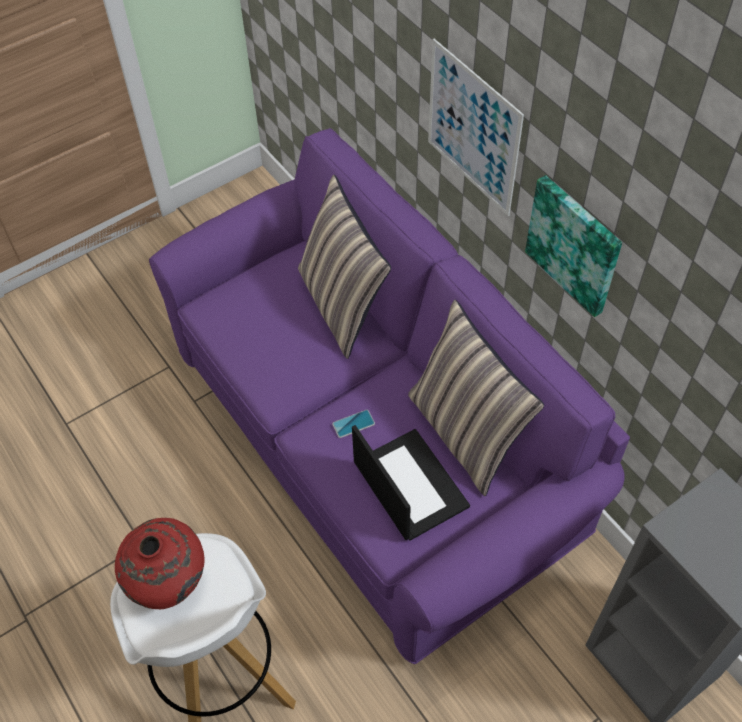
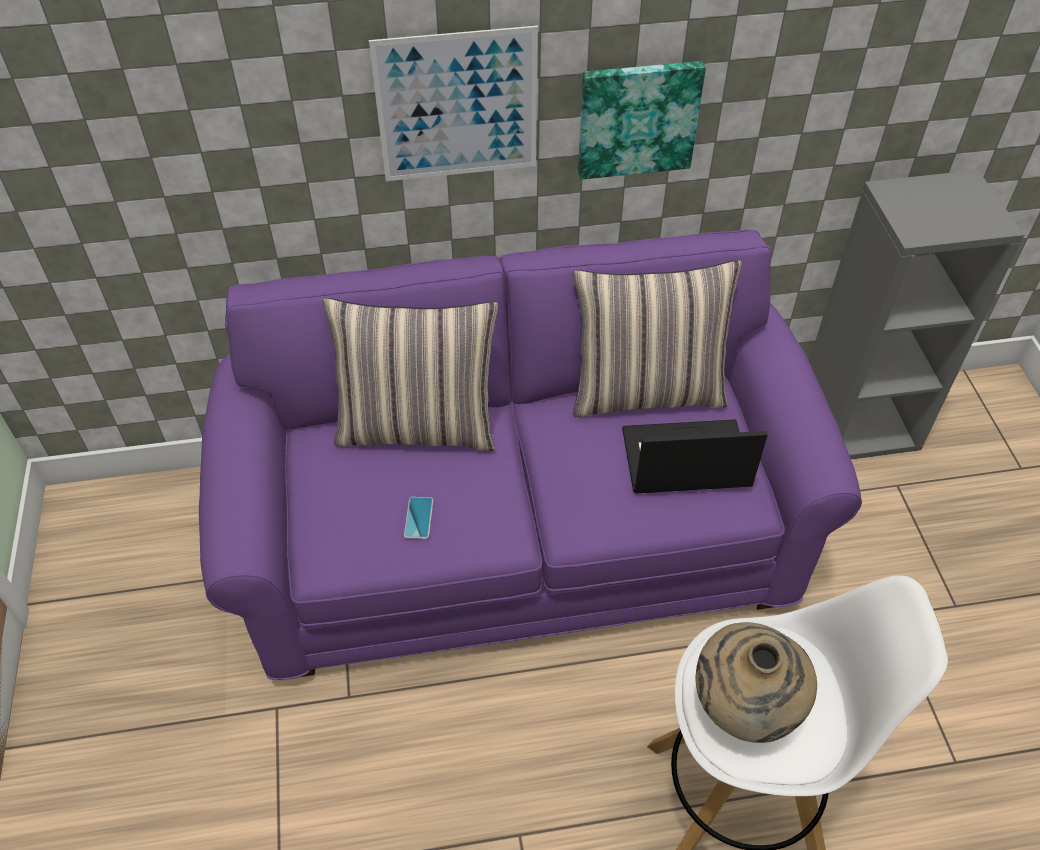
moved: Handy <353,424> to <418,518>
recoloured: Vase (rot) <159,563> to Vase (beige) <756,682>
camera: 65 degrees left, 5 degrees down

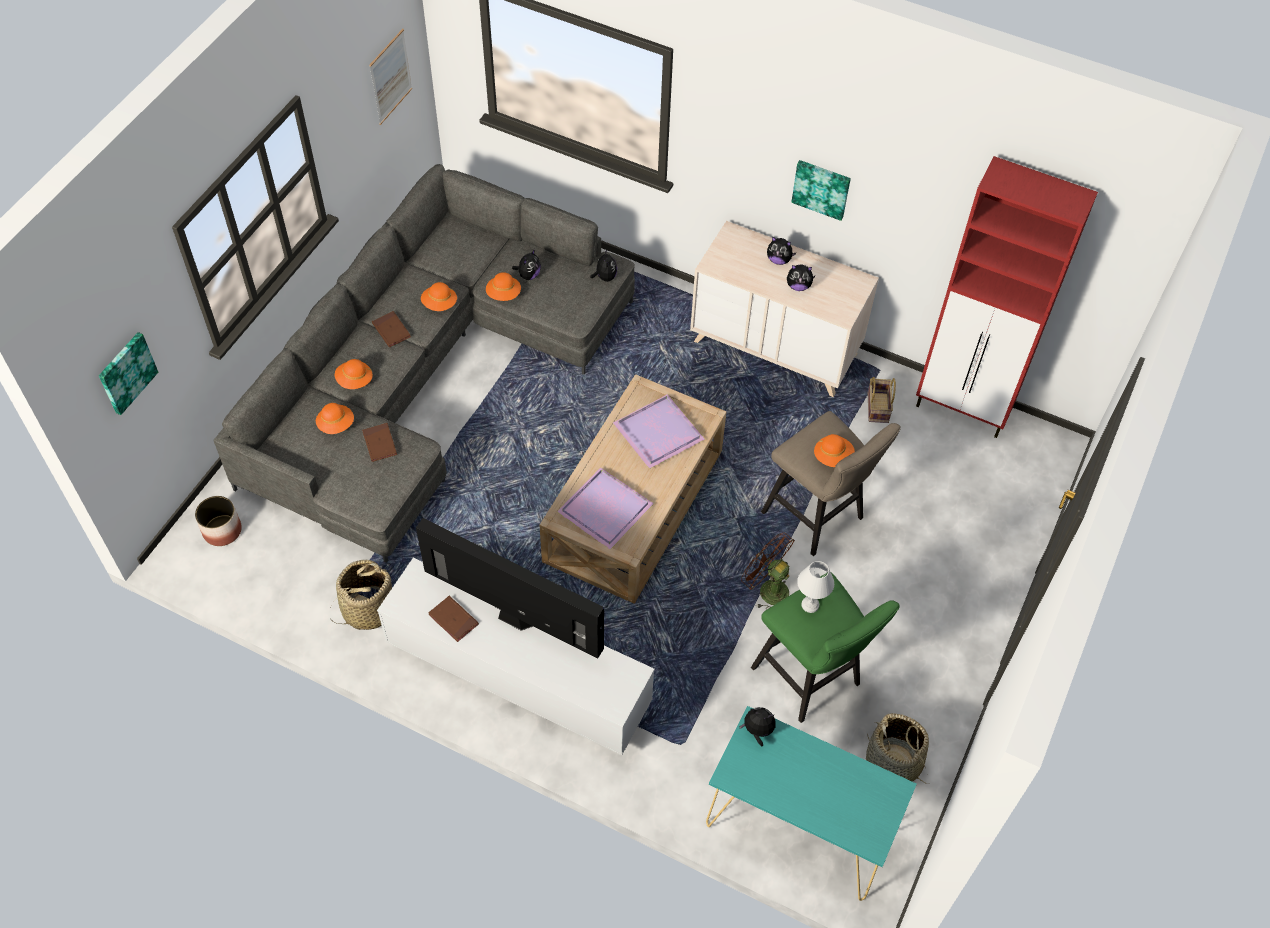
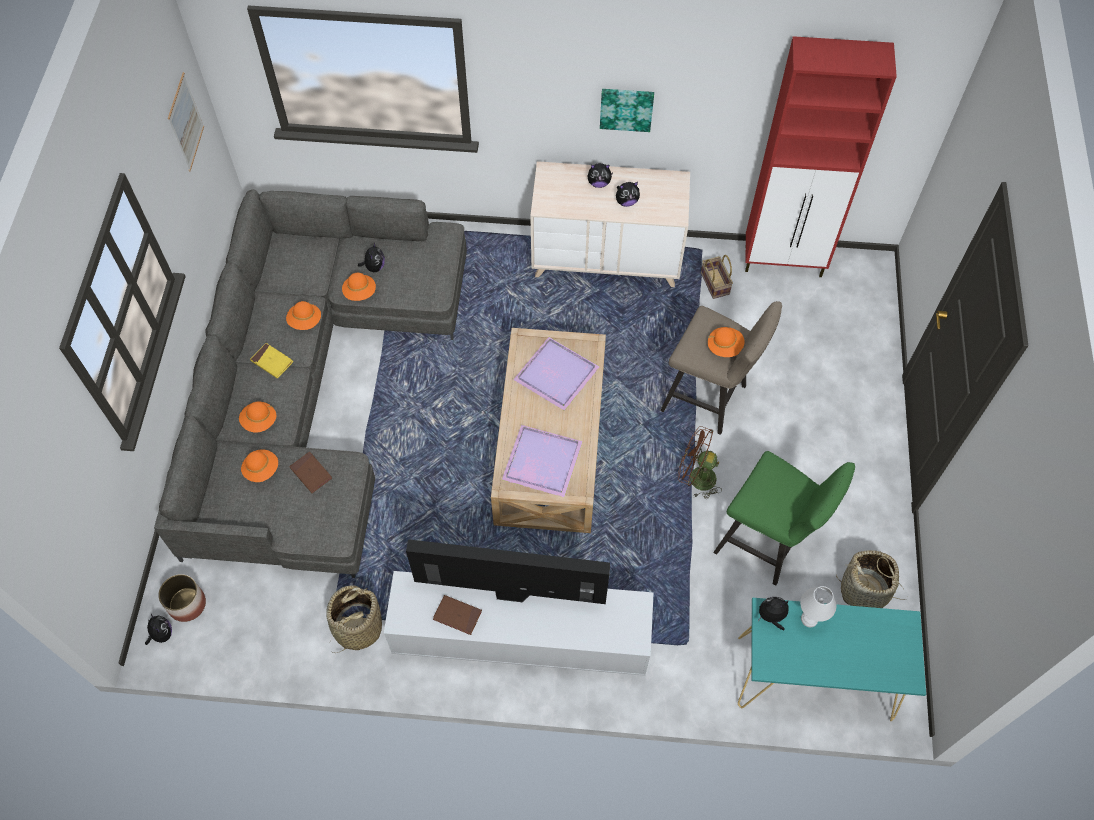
removed: Bild <128,373>
moved: Plüschtier <603,265> to <158,629>; Tischlampe (weiß) <815,587> to <818,606>
recoloured: Buch (braun) <391,329> to Buch (gelb) <271,361>
camera: 20 degrees left, 5 degrees up

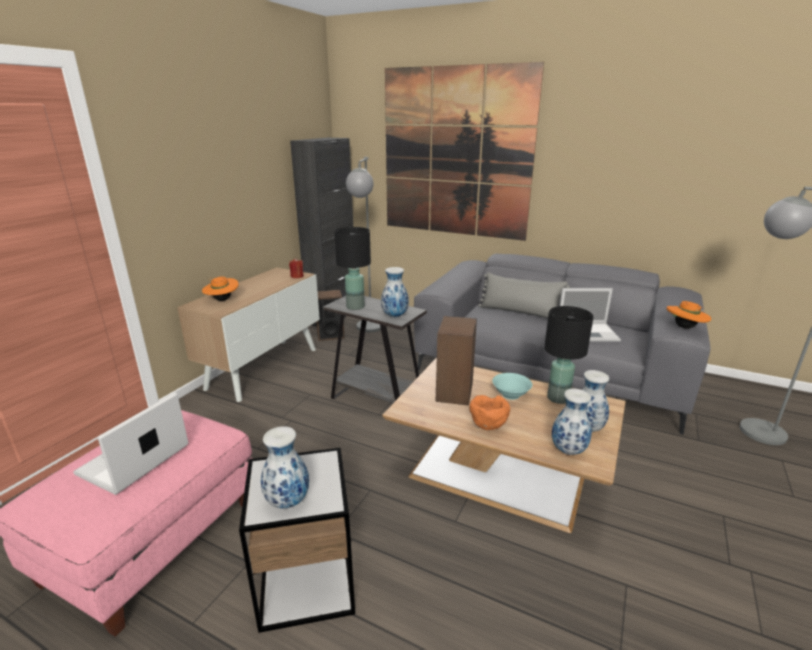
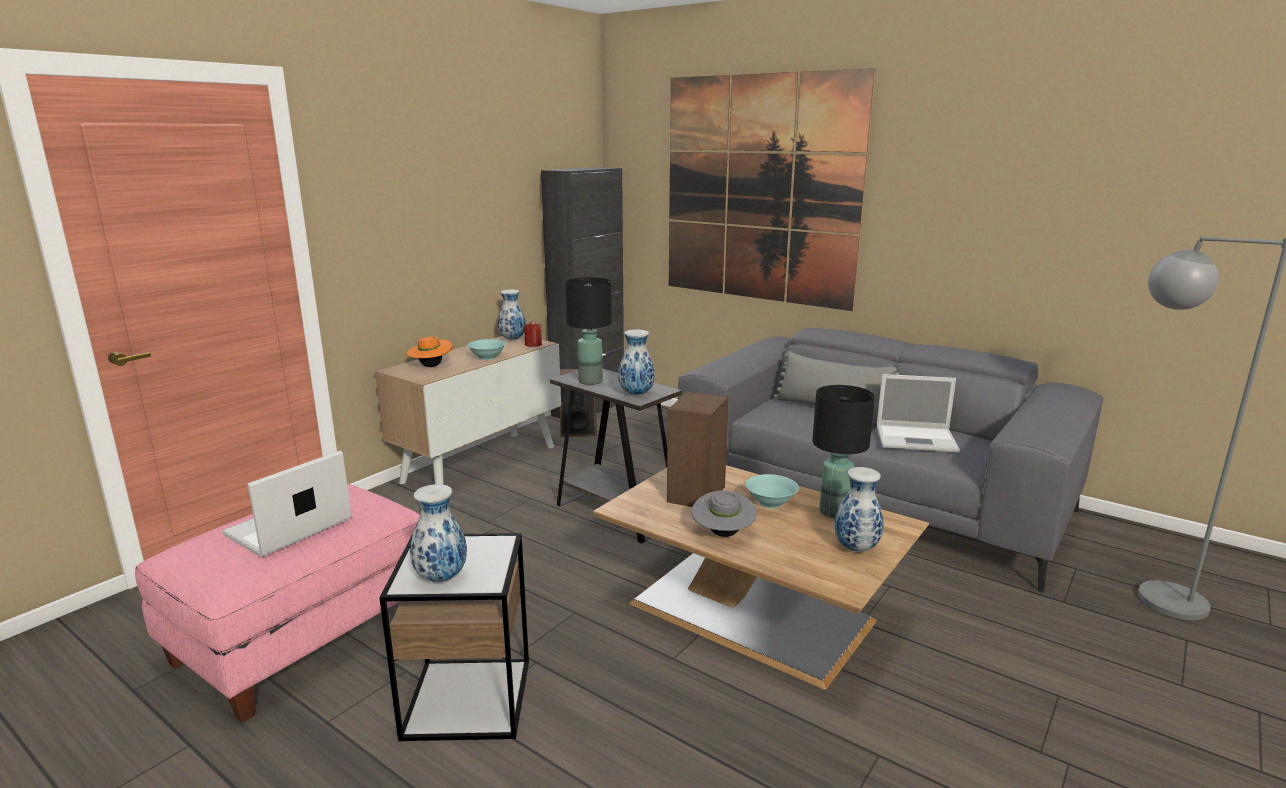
removed: Stehlampe (grau) <363,244>; Hut (orange) <688,315>
added: Schüssel (türkis) <486,349>
moved: Vase <572,422> to <512,315>
replaced: Schüssel (orange) <489,412> to Hut (grau) <724,513>
camera: 10 degrees right, 5 degrees down

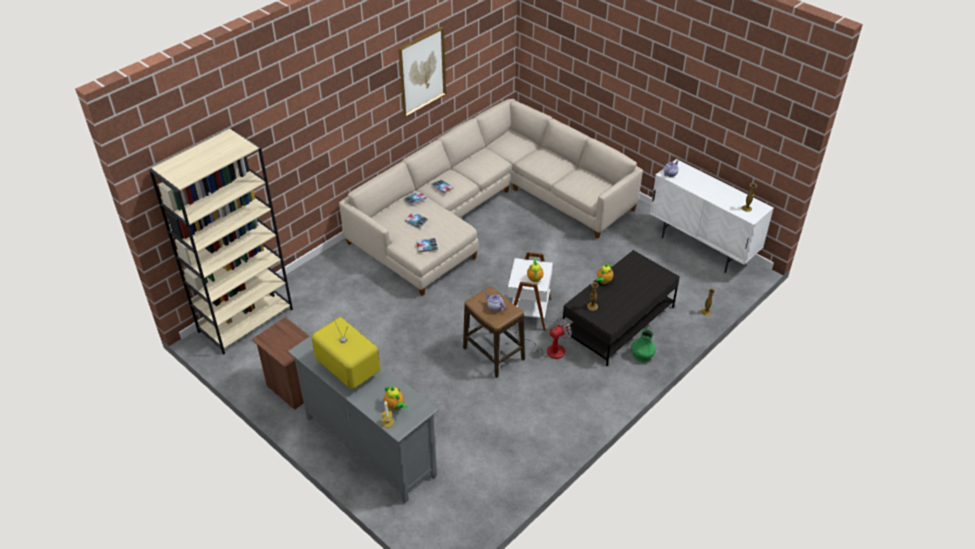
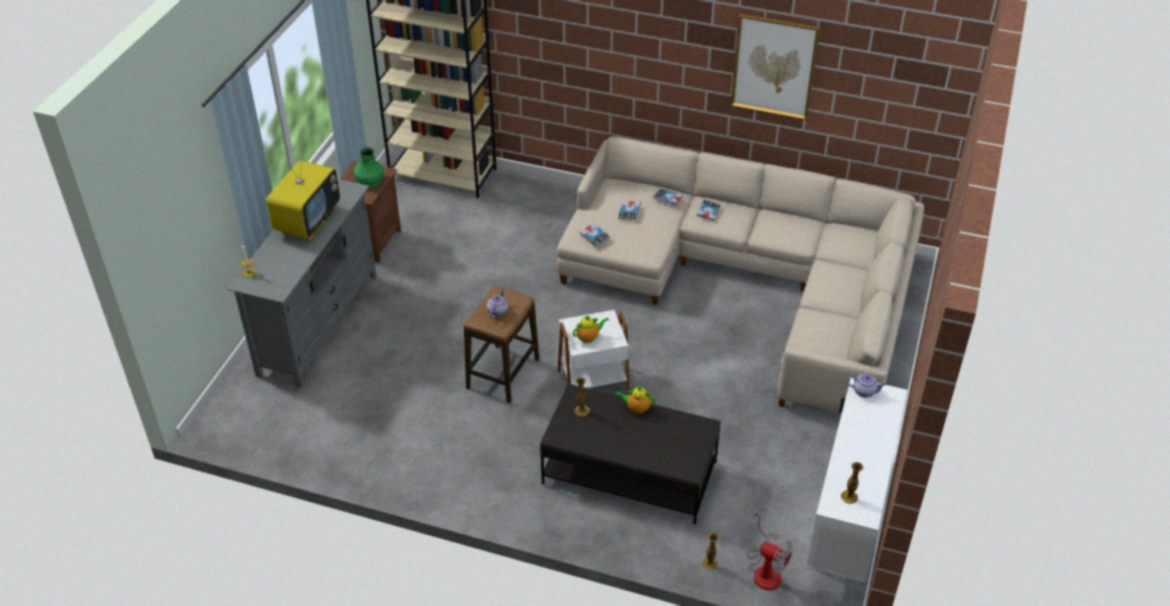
removed: Teekanne <395,398>
moved: Ventilator <543,338> to <770,549>; Vase (grün) <643,345> to <368,168>
camera: 65 degrees right, 0 degrees up

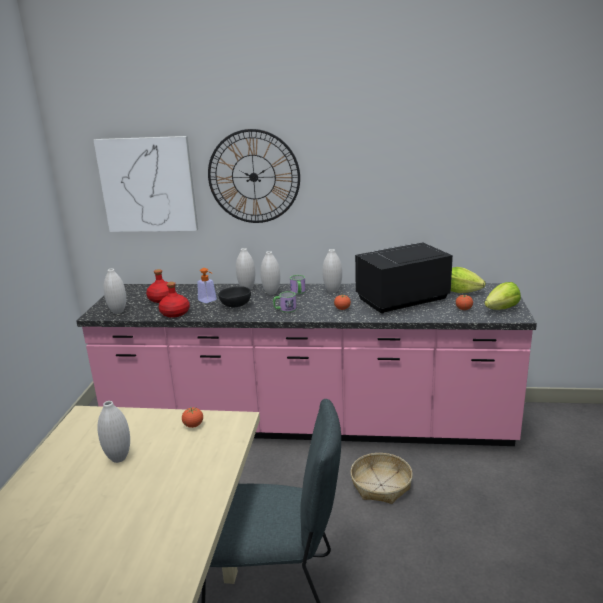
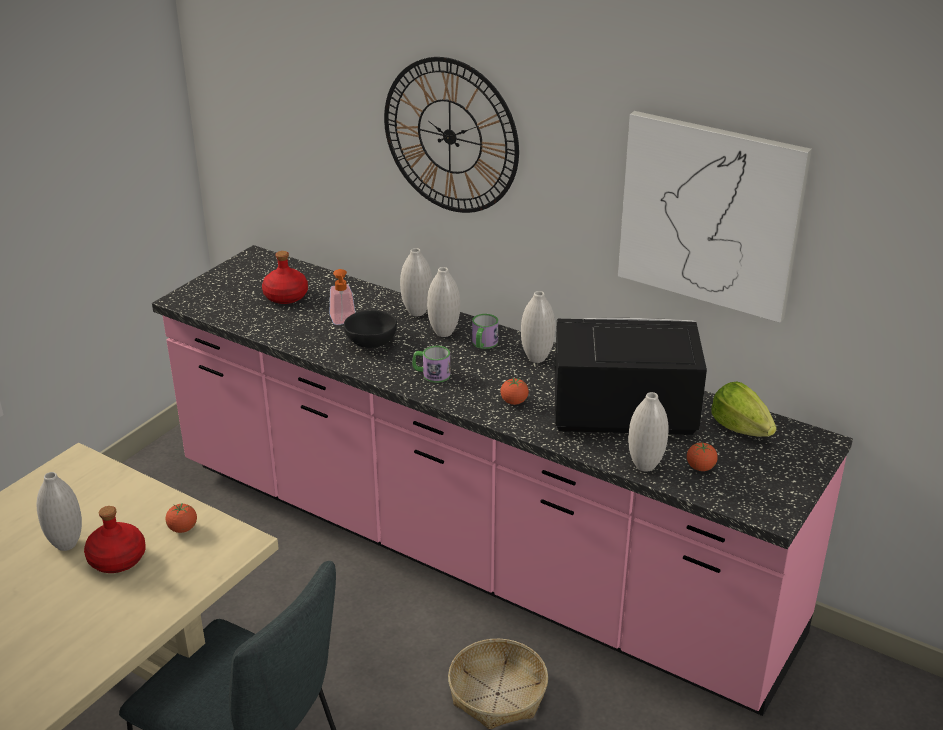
removed: Salatkopf <502,296>
moved: Bild <145,184> to <715,217>; Vase (weiß) <114,291> to <648,432>; Flasche (rot) <174,300> to <115,539>
camera: 25 degrees right, 10 degrees up

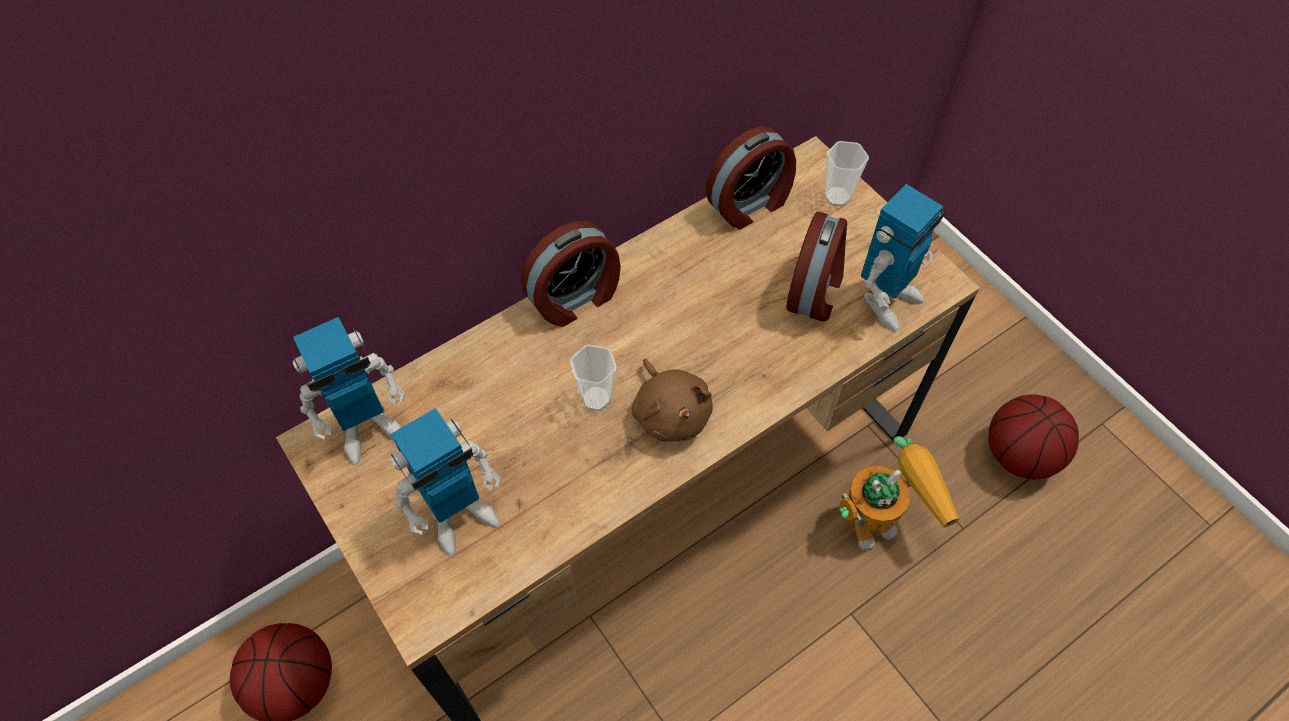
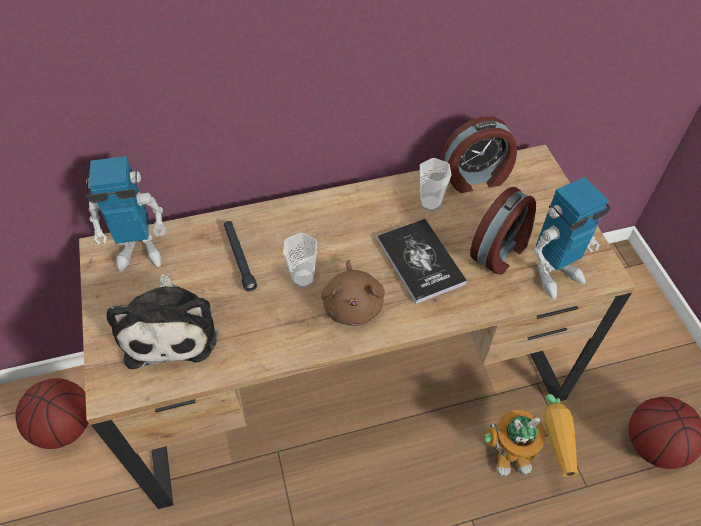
removed: Wecker <571,274>
added: Taschenlampe (schwarz) <240,256>; Buch <422,261>
moved: Tasse <847,173> to <436,184>
replaced: Spielzeugroboter <445,482> to Plüschtier <161,321>
camera: 20 degrees right, 5 degrees down

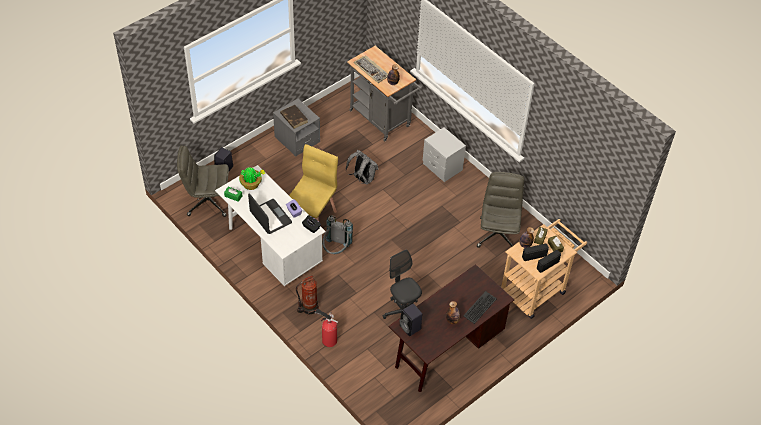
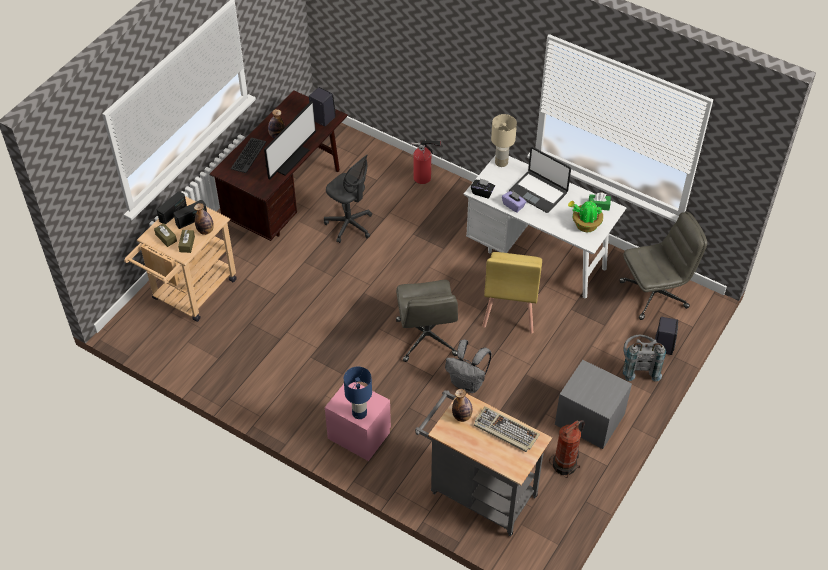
removed: Buch (braun) <294,117>
added: Monitor <290,140>; Tischlampe (blau) <358,393>; Tischlampe (beige) <504,140>
moved: Feuerlöscher <307,295> to <567,449>; Rucksack (grau) <337,234> to <644,358>; Bürostuhl (grau) <500,210> to <427,321>
recoloured: Nachttisch (grau) <444,154> to Nachttisch (rosa) <358,421>
camera: 165 degrees right, 0 degrees up

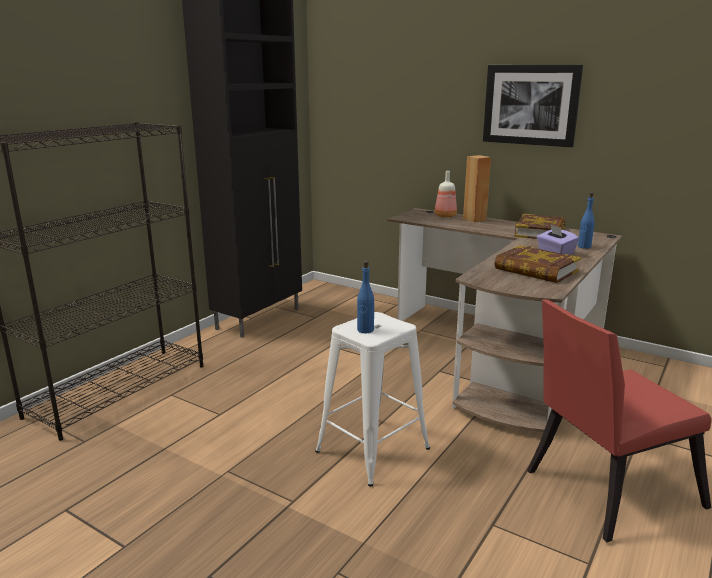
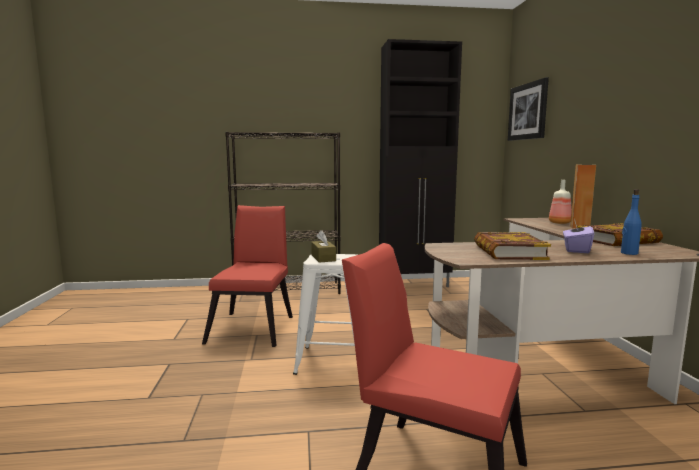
added: Stuhl (rot) <247,276>
moved: Bild <533,106> to <528,109>
replaced: Flasche (blau) <365,297> to Taschentuchbox (braun) <323,246>
camera: 50 degrees right, 10 degrees down

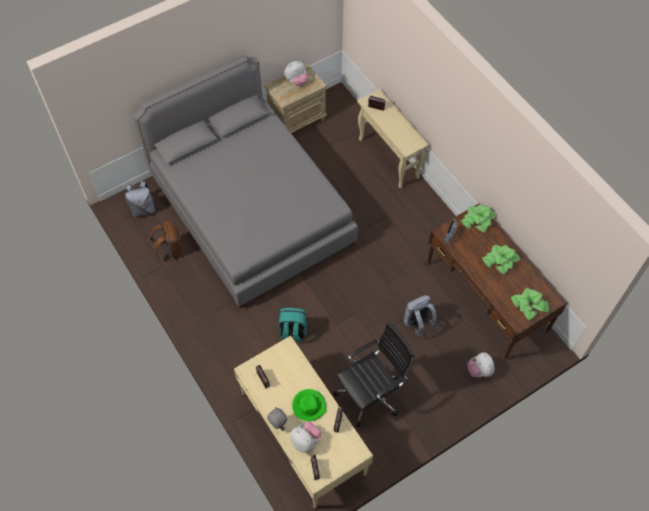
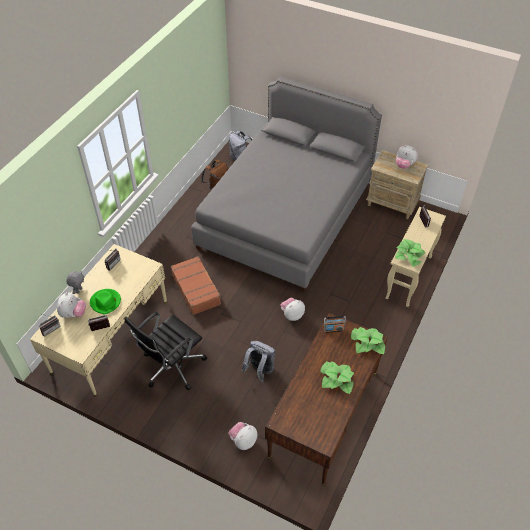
added: Plüschtier <293,309>
moved: Topfpflanze <530,304> to <410,253>
replaced: Rucksack (türkis) <293,325> to Koffer (braun) <195,285>
turned: Bürostuhl (schwarz) <373,374> = <165,351> 105 degrees clockwise
camera: 60 degrees right, 10 degrees down

